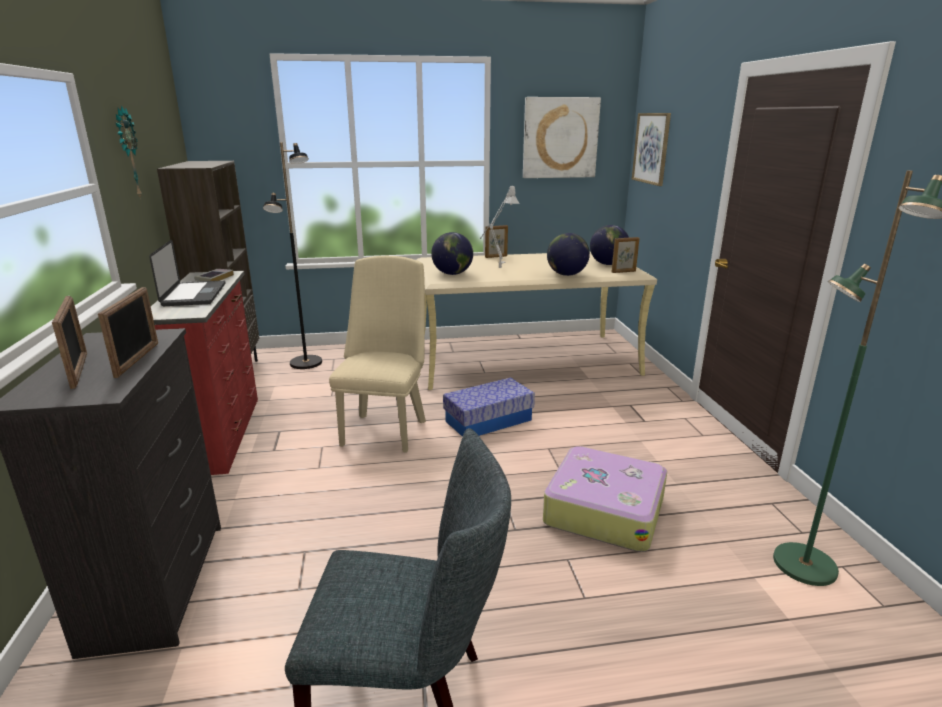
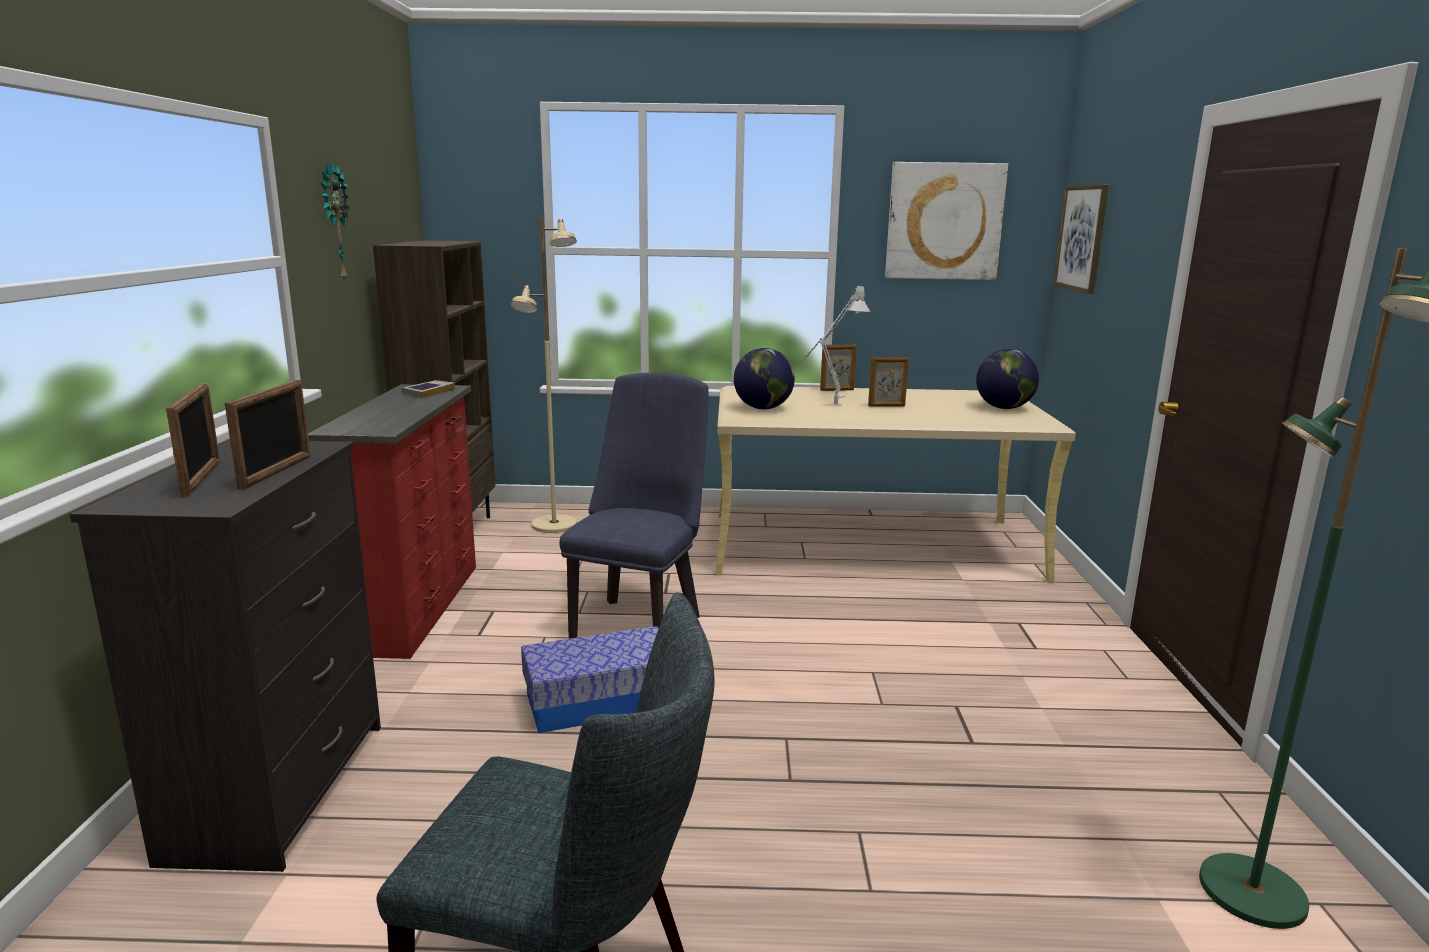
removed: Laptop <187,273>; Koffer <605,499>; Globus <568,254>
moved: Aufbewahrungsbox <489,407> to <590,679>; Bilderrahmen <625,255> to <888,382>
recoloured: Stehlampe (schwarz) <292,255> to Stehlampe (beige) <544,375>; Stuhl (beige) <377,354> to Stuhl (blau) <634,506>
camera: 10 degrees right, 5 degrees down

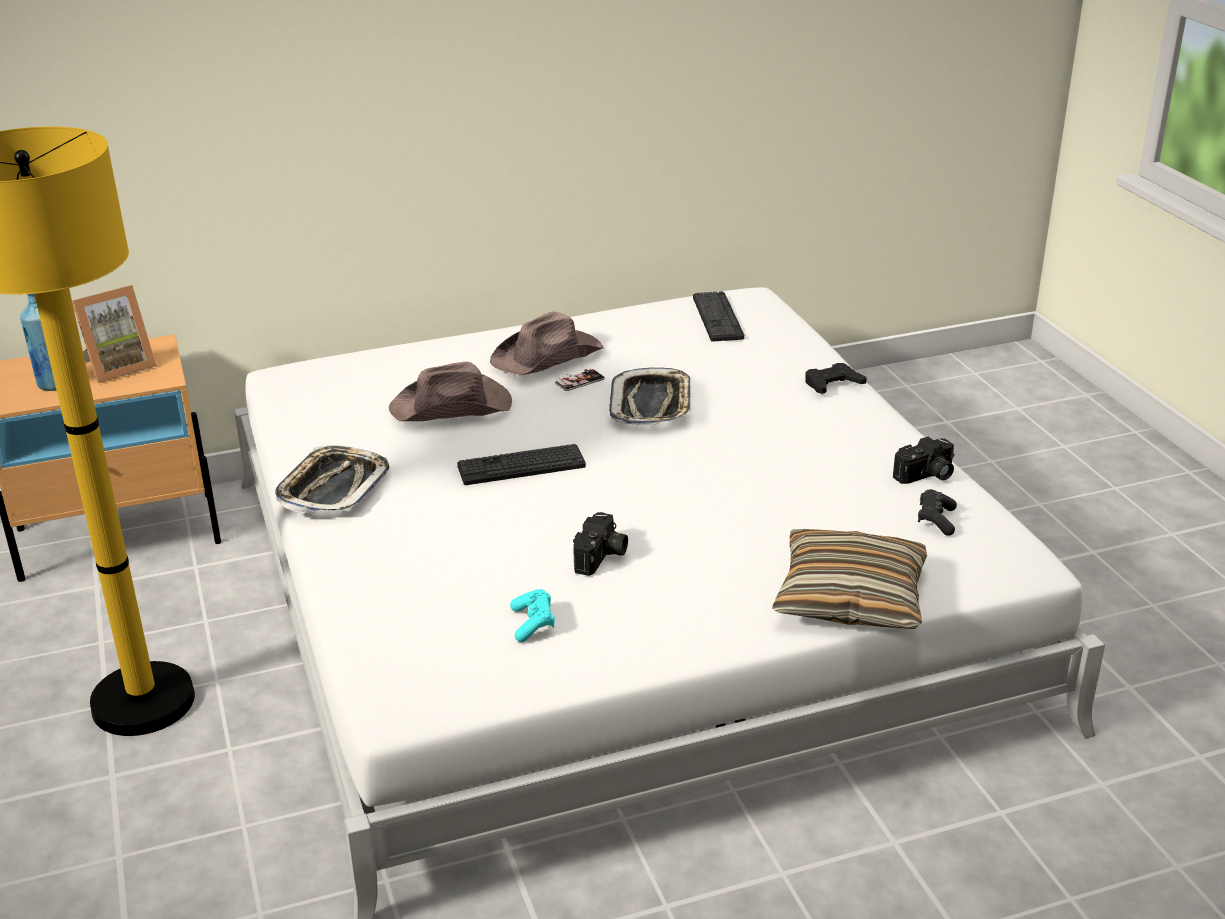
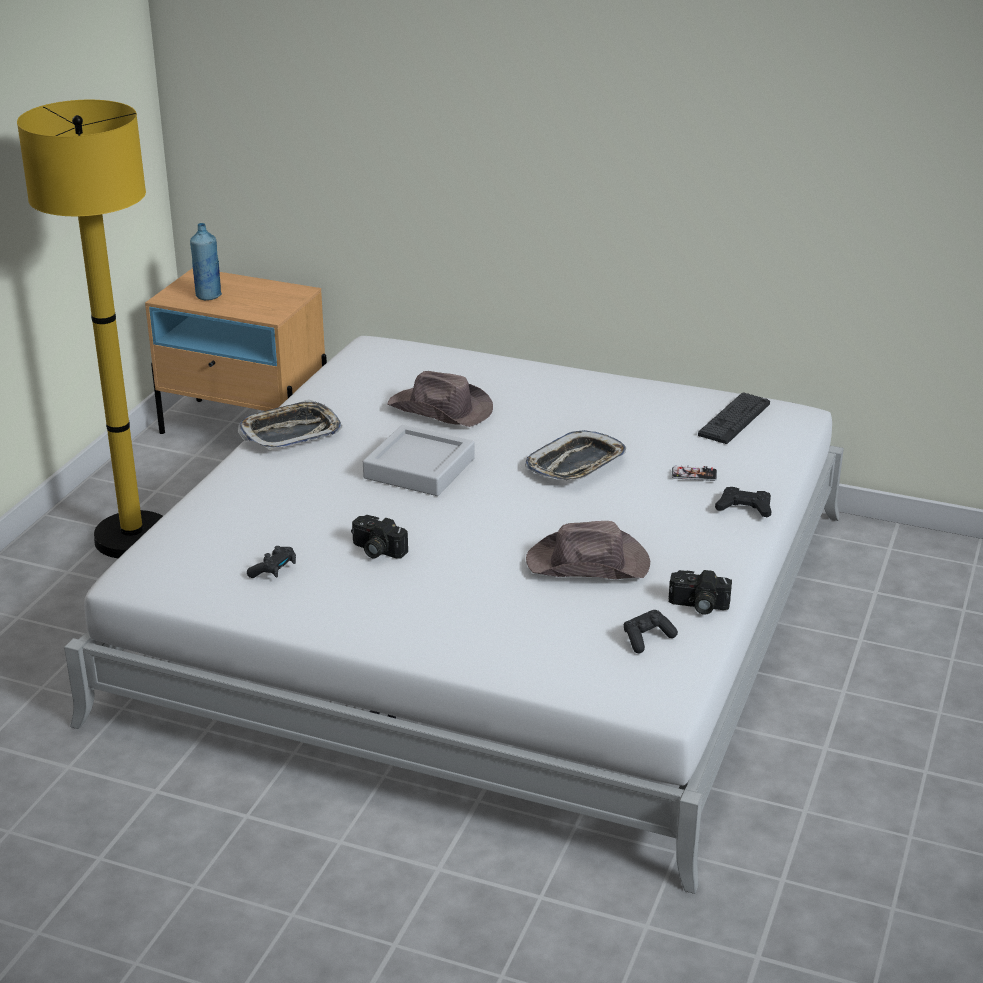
removed: Bilderrahmen <114,334>; Kissen <849,579>
moved: Hut (braun) <546,343> to <588,550>; Handy <580,380> to <694,473>
replaced: Tastatur <521,464> to Tablett (grau) <419,460>
recoloured: Gamepad (türkis) <532,615> to Gamepad (schwarz) <271,562>
turned: Kamera <600,544> = <379,537> 60 degrees clockwise
camera: 40 degrees right, 0 degrees up

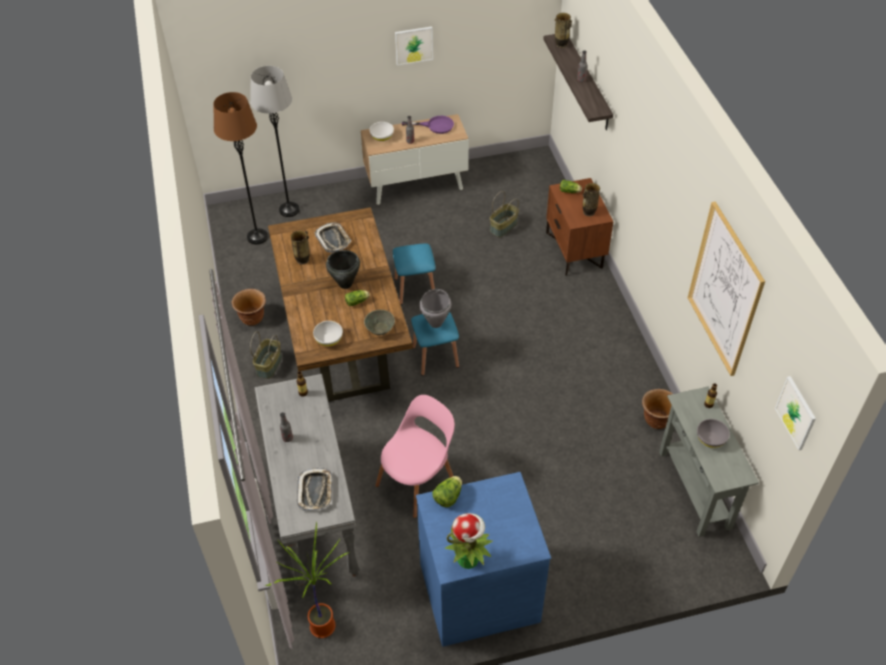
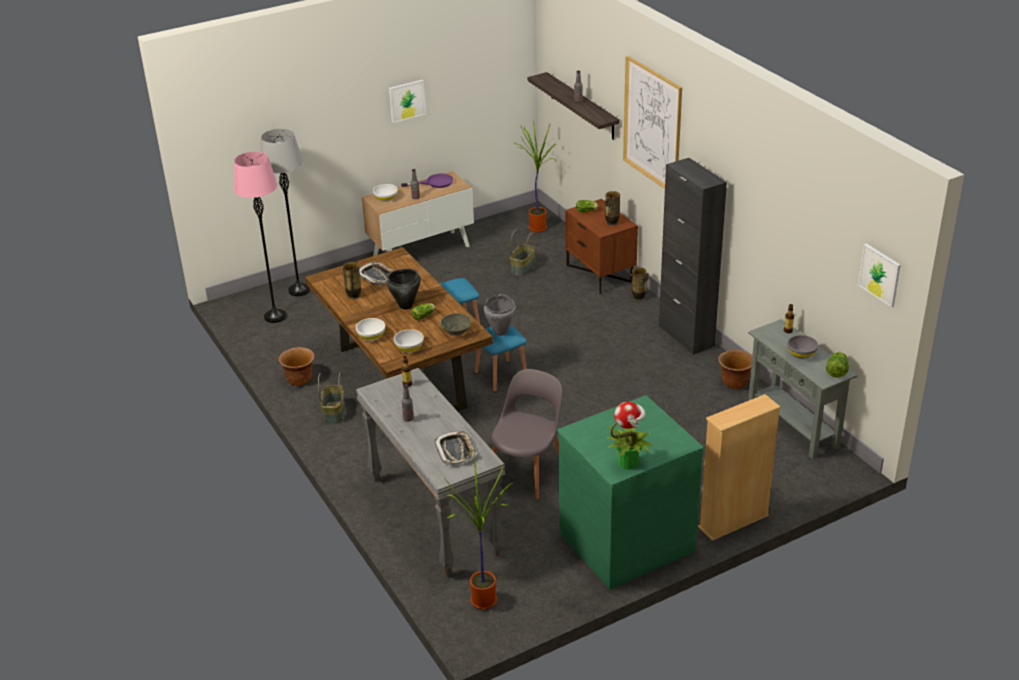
added: Schüssel (weiß) <370,329>; Topfpflanze <536,176>; Schrank (schwarz) <693,256>; Bücherregal (beige) <739,467>
moved: Salatkopf <447,491> to <837,365>; Vase <563,30> to <639,284>; Bild <726,288> to <652,122>
recoloured: Stehlampe (braun) <240,168> to Stehlampe (rosa) <259,237>; Stuhl (rosa) <415,456> to Stuhl (grau) <525,434>; Kommode (blau) <483,559> to Kommode (grün) <630,492>
camera: 15 degrees left, 15 degrees down

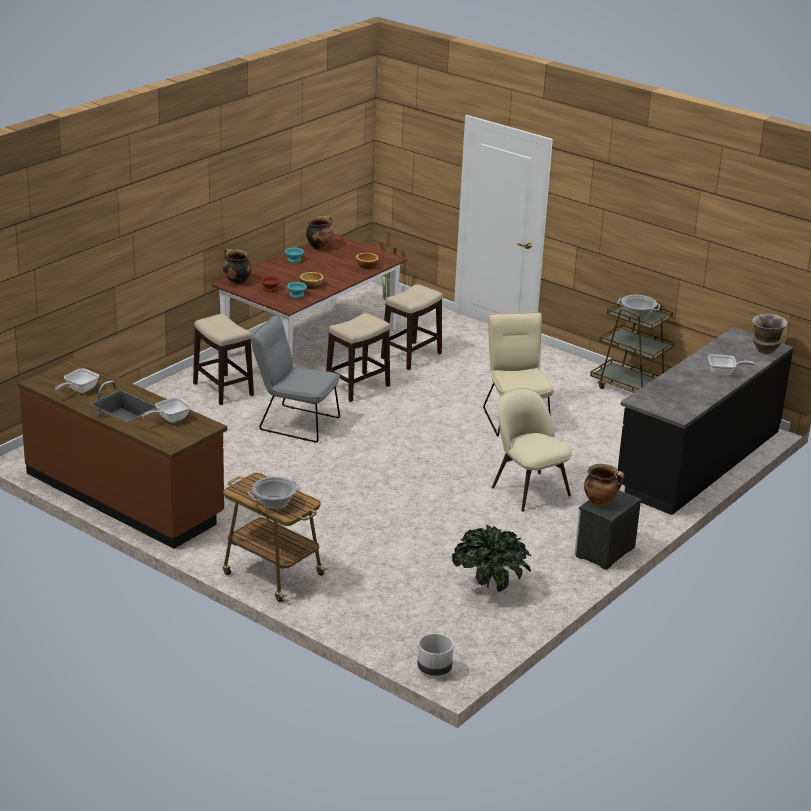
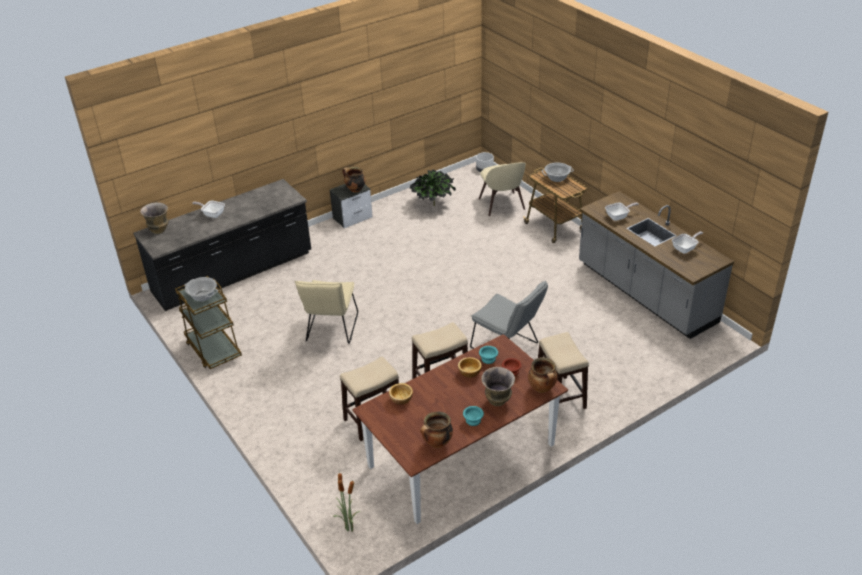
added: Vase <498,386>
moved: Stuhl (beige) <532,450> to <502,189>
recoloured: Küchenzeile (braun) <122,453> to Küchenzeile (grau) <656,265>
camera: 160 degrees left, 10 degrees up

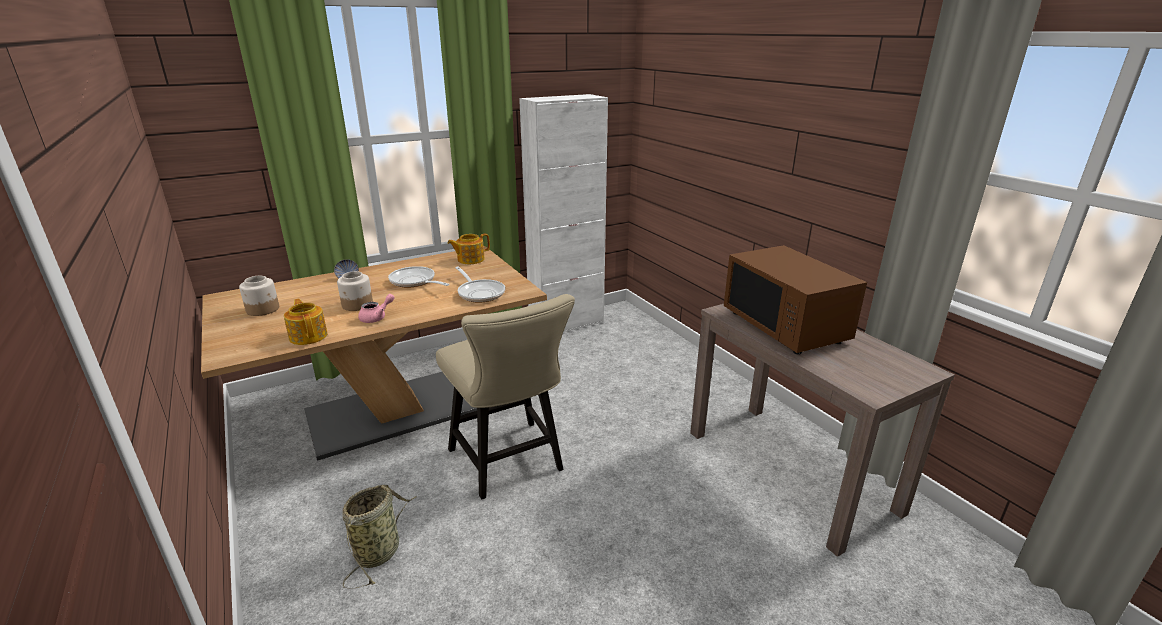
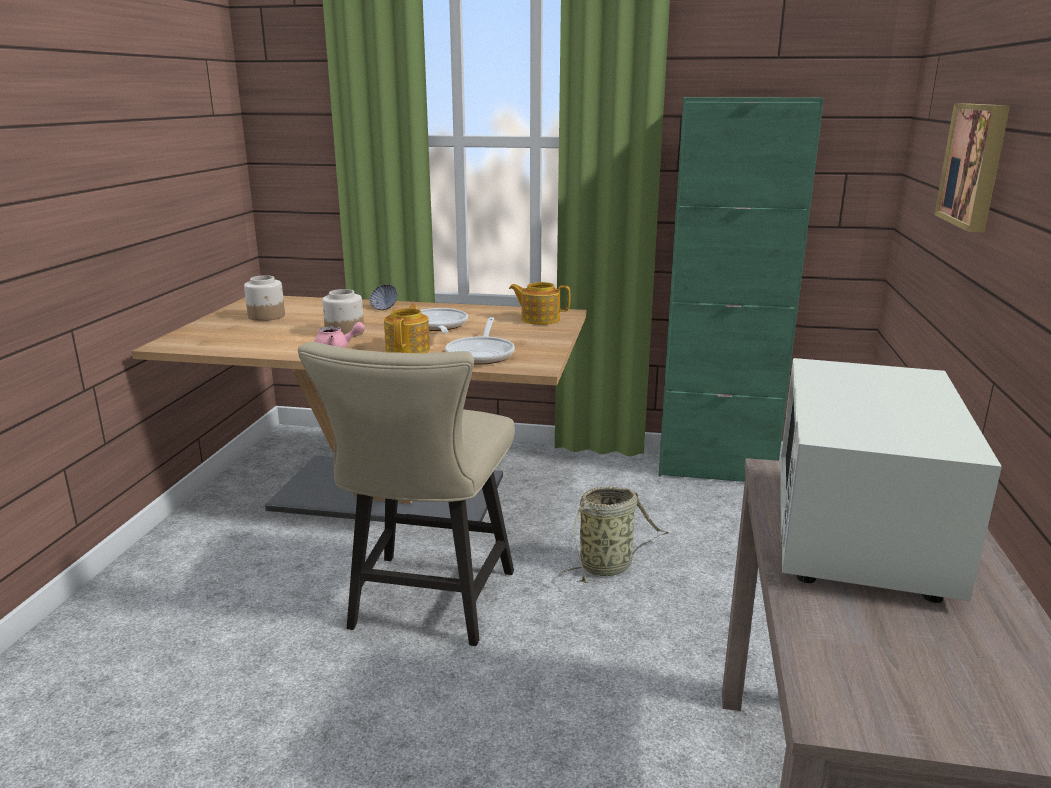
added: Bild <972,168>
moved: Teekanne <305,322> to <407,328>; Korb <379,537> to <614,535>
recoloured: Schrank (weiß) <563,213> to Schrank (grün) <741,289>; Mikrowelle (braun) <795,300> to Mikrowelle (weiß) <891,480>
camera: 40 degrees right, 5 degrees down

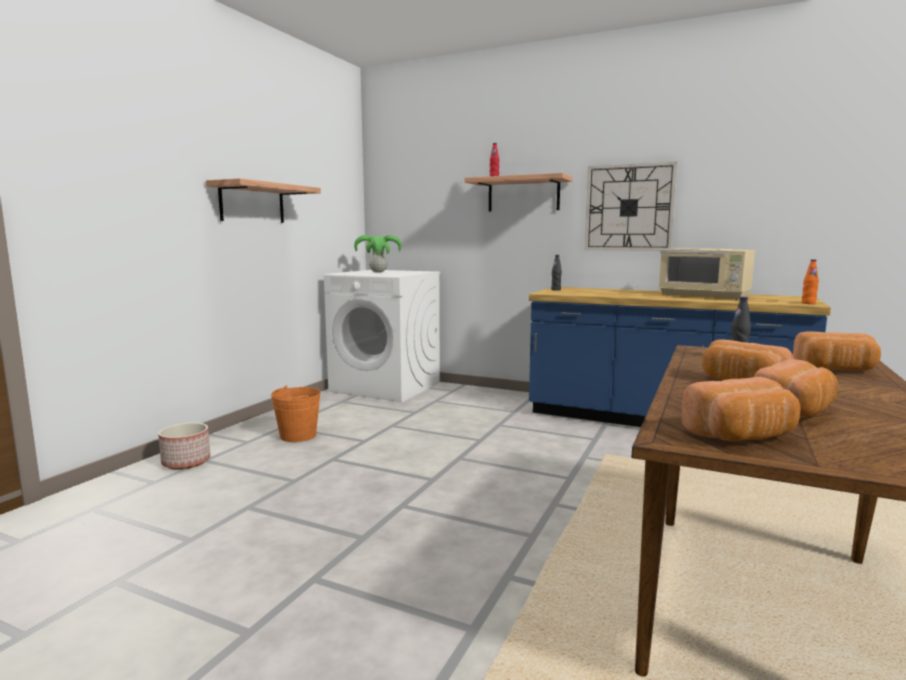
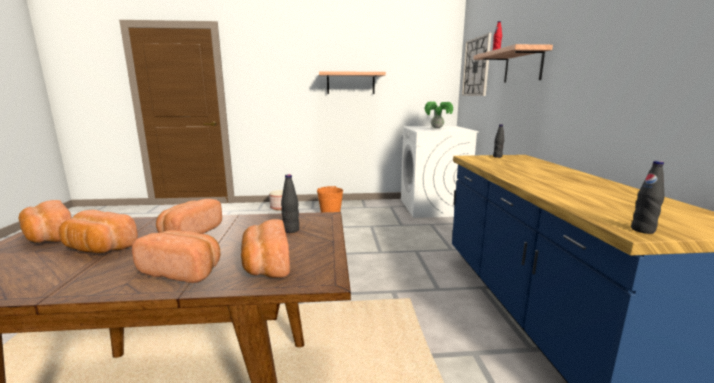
removed: Mikrowelle (beige) <707,274>
added: Brot <176,256>
moved: Wanduhr <631,206> to <477,64>
recoloured: Flasche (orange) <810,281> to Flasche (schwarz) <648,197>
camera: 60 degrees right, 5 degrees up

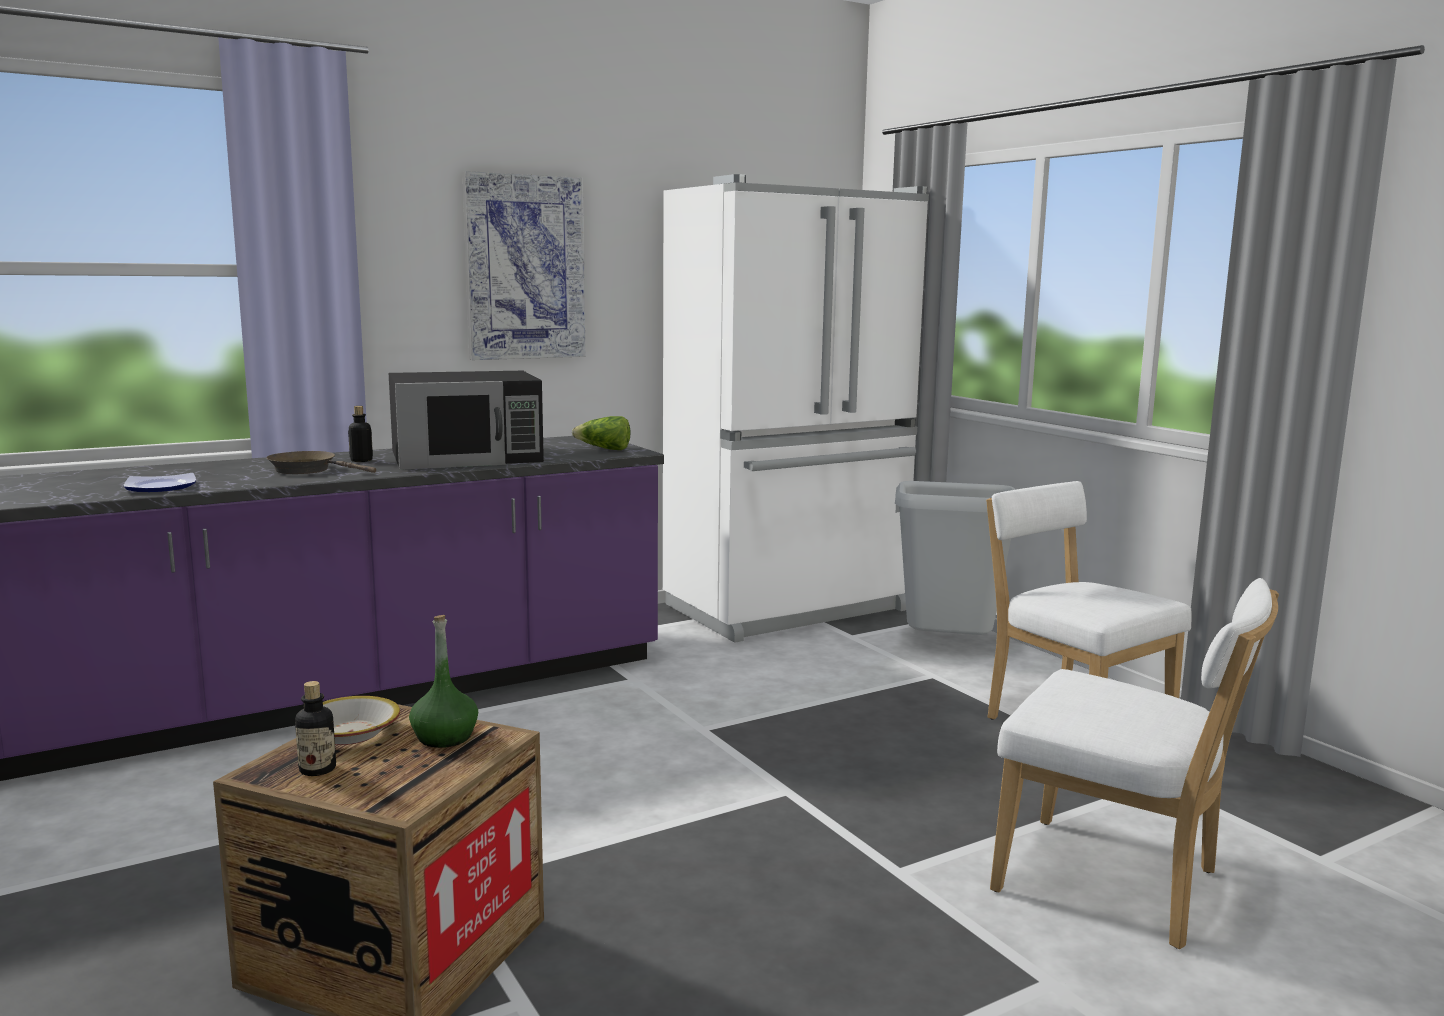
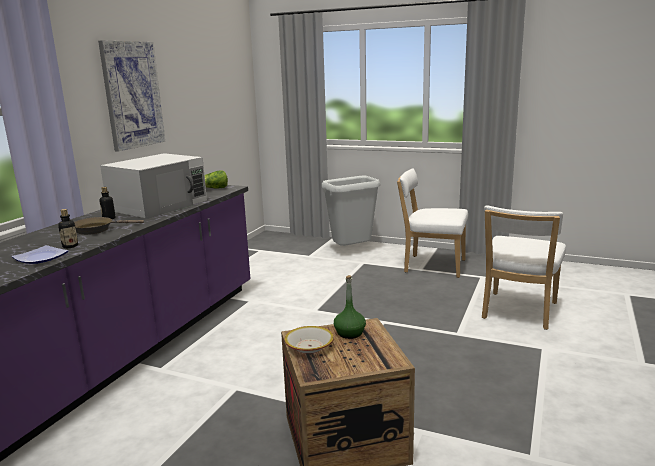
removed: Kühlschrank (weiß) <796,408>
moved: Flasche <315,728> to <68,228>
recoloured: Mikrowelle (schwarz) <466,420> to Mikrowelle (weiß) <153,186>
turned: Stuhl (weiß) <1134,763> = <524,267> 120 degrees clockwise
camera: 35 degrees left, 5 degrees up

